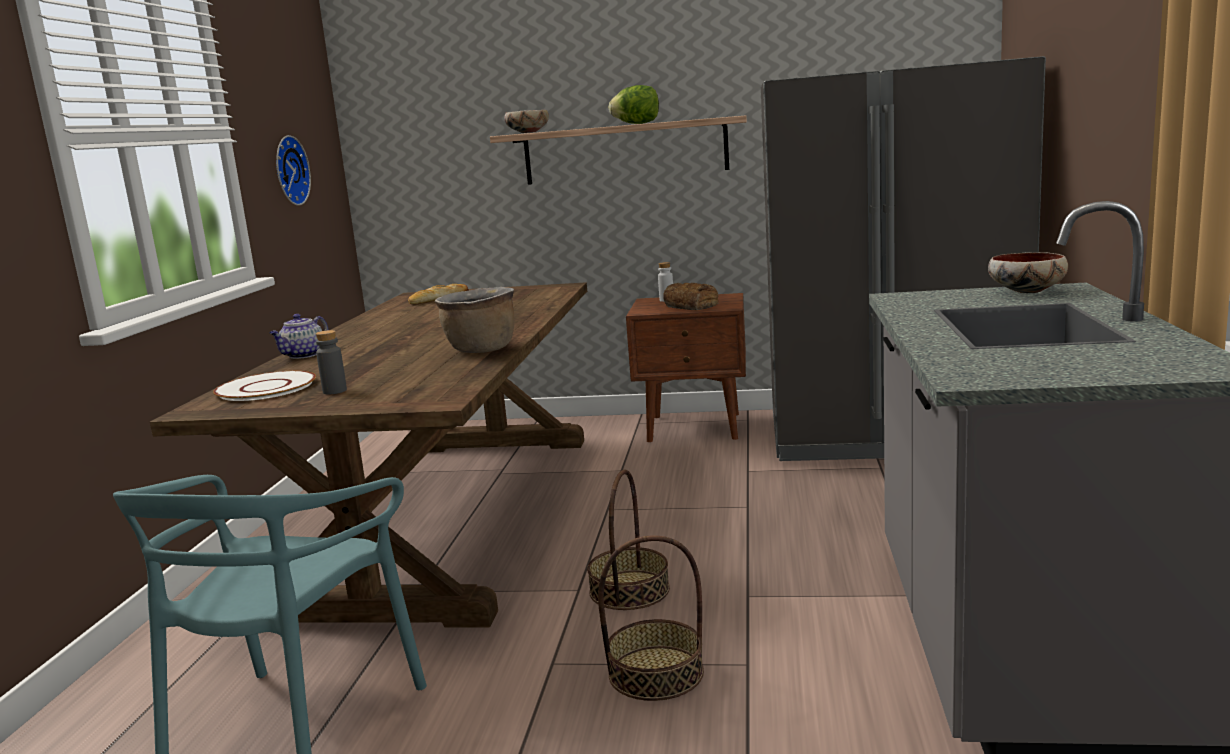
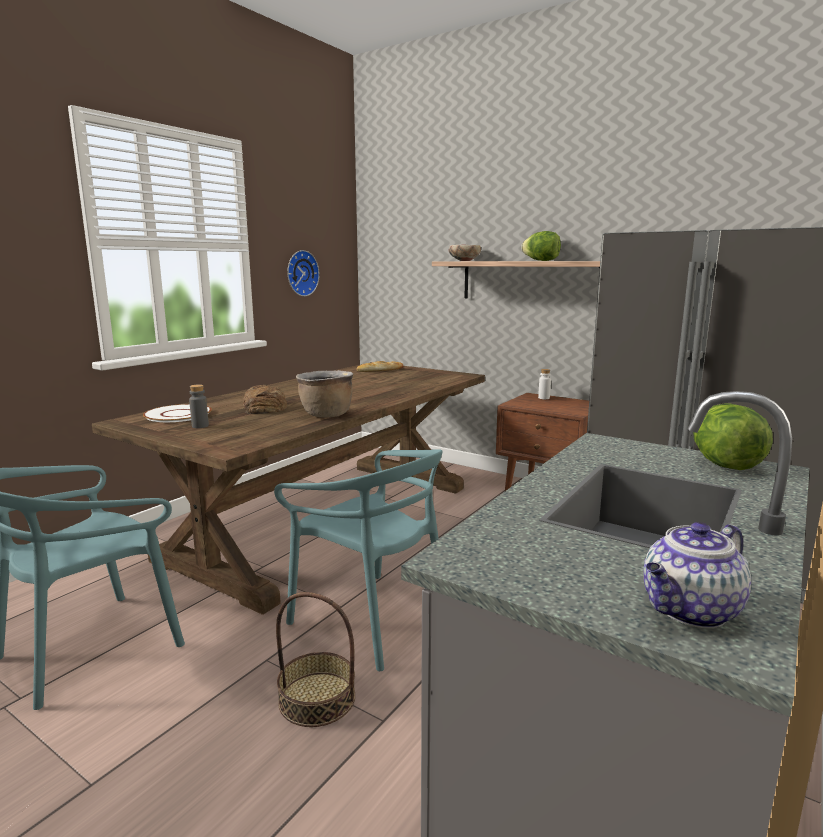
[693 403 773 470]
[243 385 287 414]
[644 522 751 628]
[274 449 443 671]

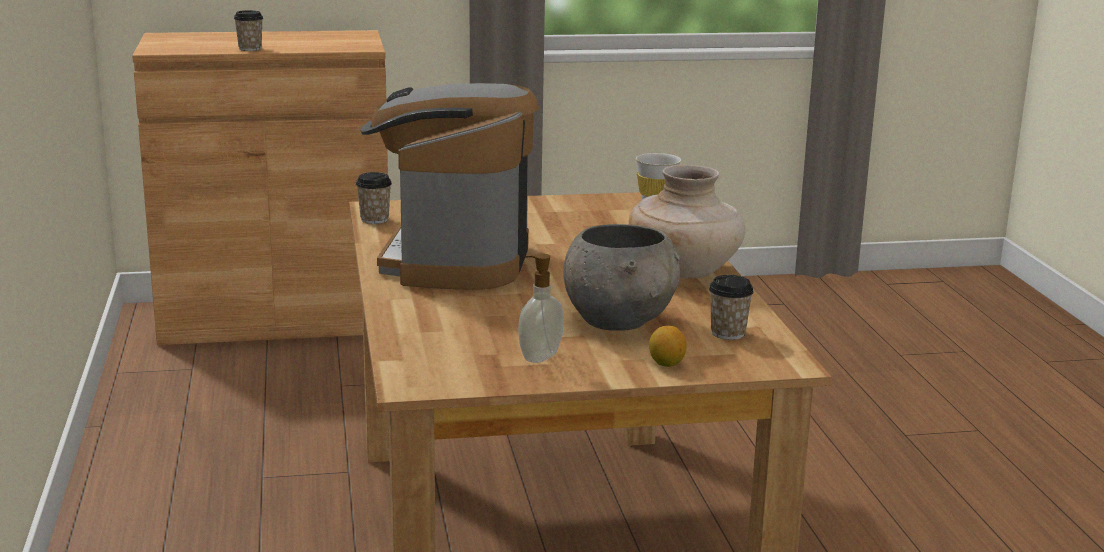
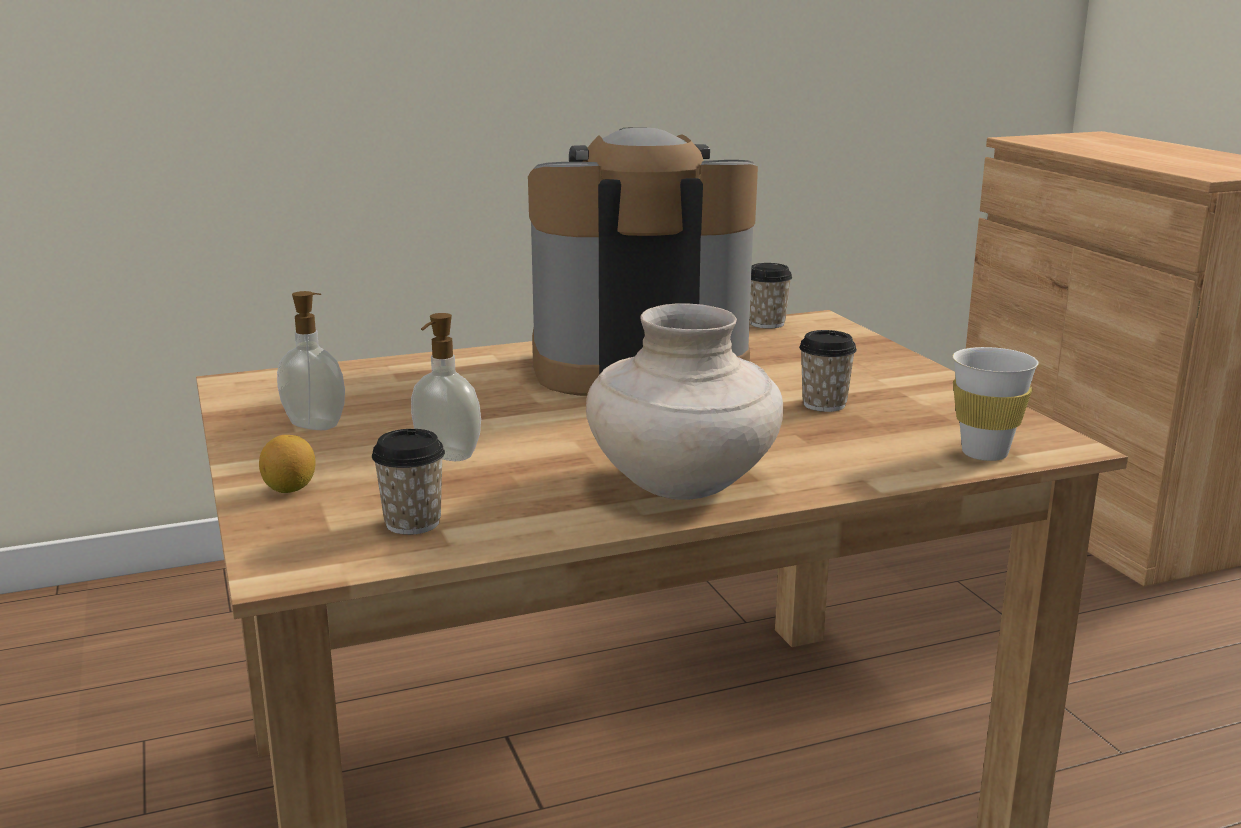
[799 330 857 412]
[411 313 481 461]

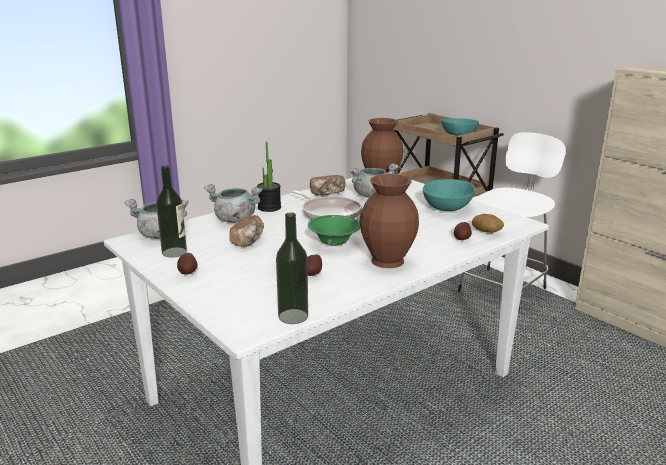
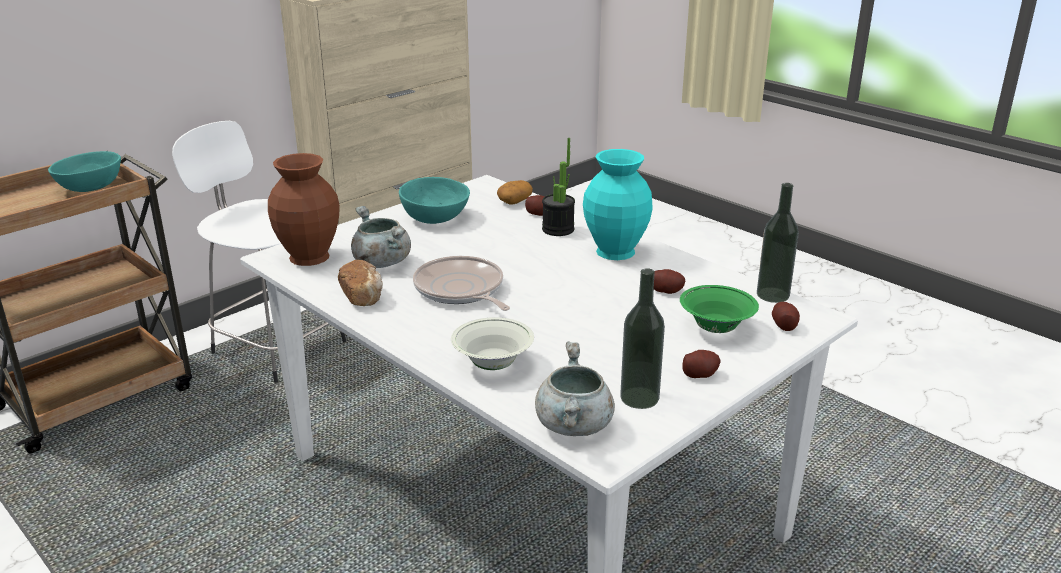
[542 138 575 236]
[583 149 653 260]
[451 317 534 370]
[413 256 510 311]
[229 215 264 247] (first image)
[680 285 759 333]
[772 302 800 331]

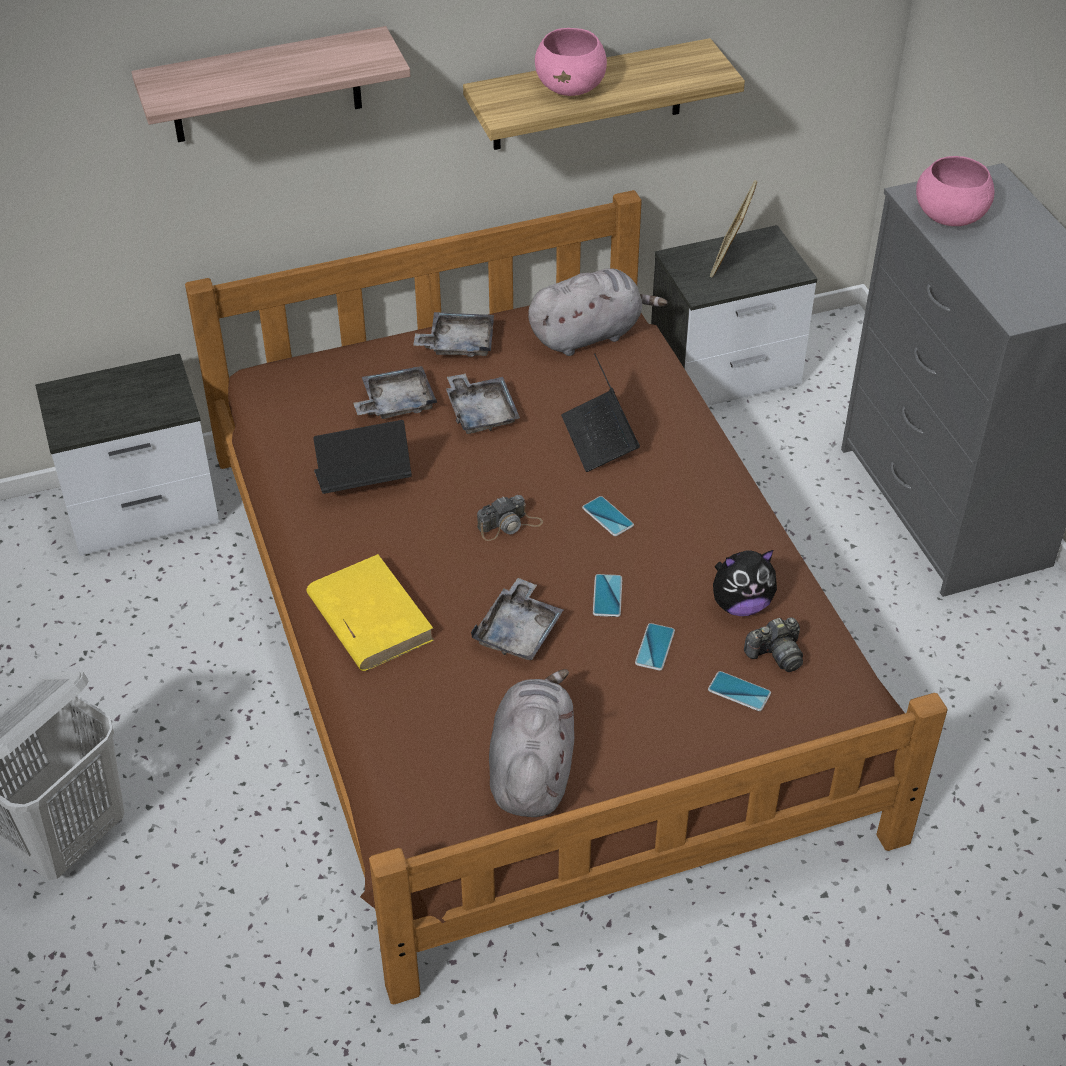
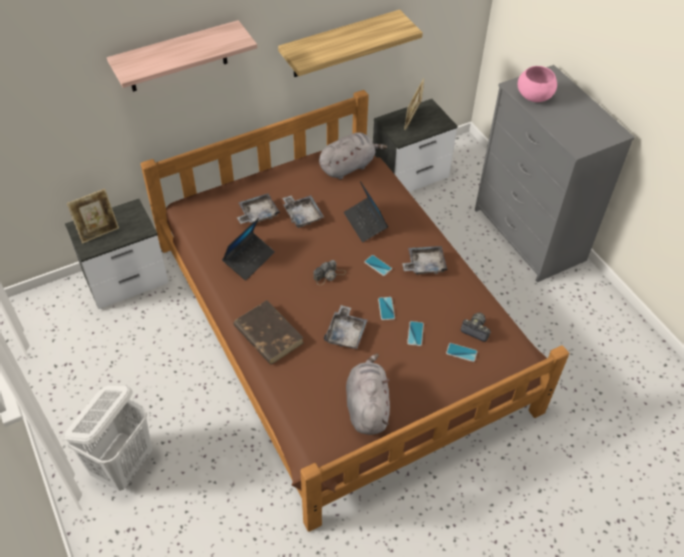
[535 28 607 96] (first image)
[402 246 448 275]
[222 218 275 280]
[713 550 777 616] (first image)
[233 300 304 364]
[461 313 491 342]
[67 189 119 244]

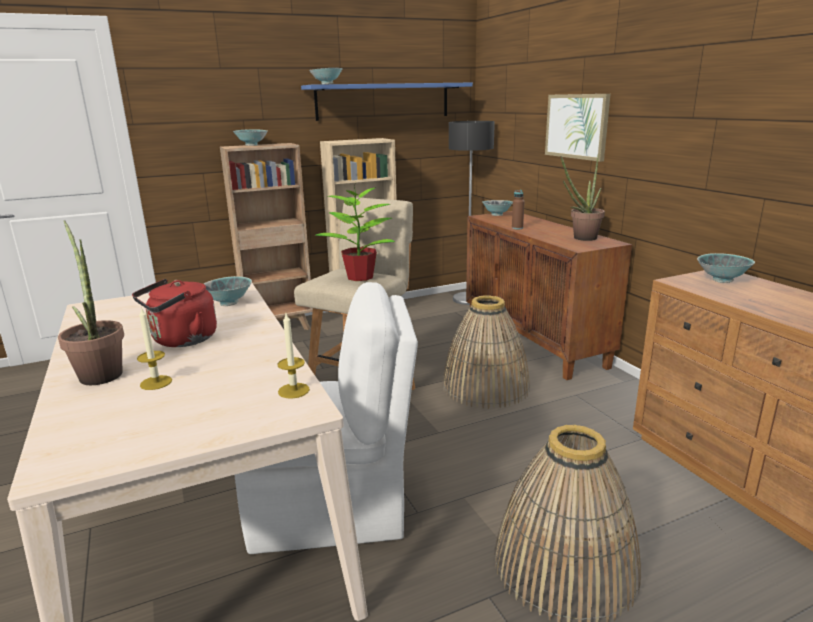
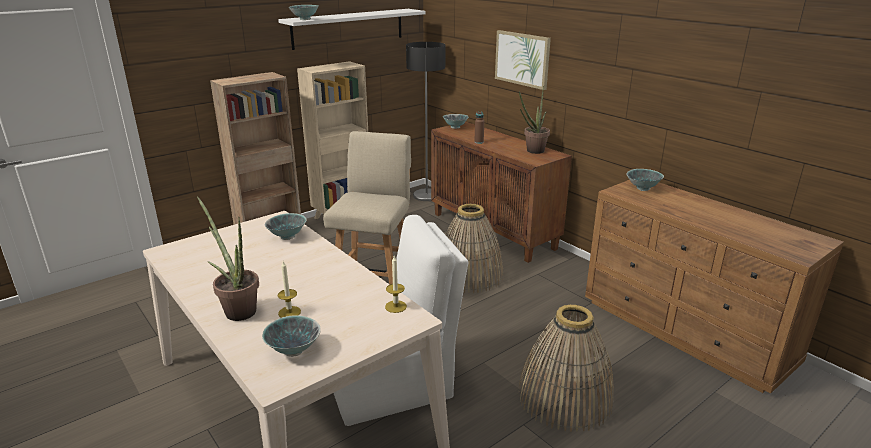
[278 9 425 50]
[262 315 321 357]
[315 182 395 281] (first image)
[132 279 217 347] (first image)

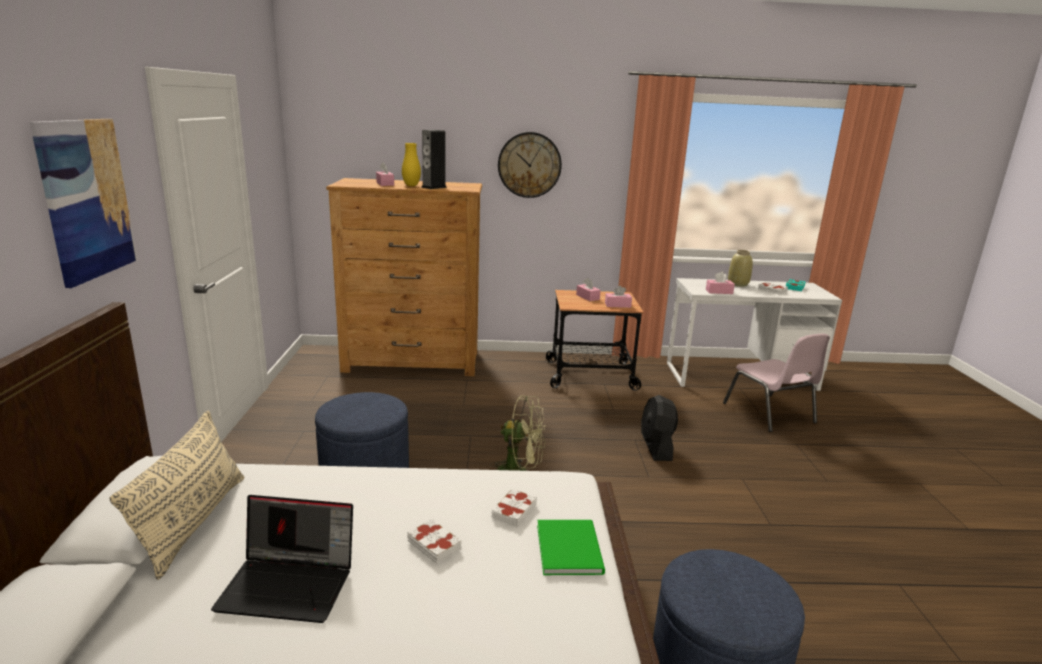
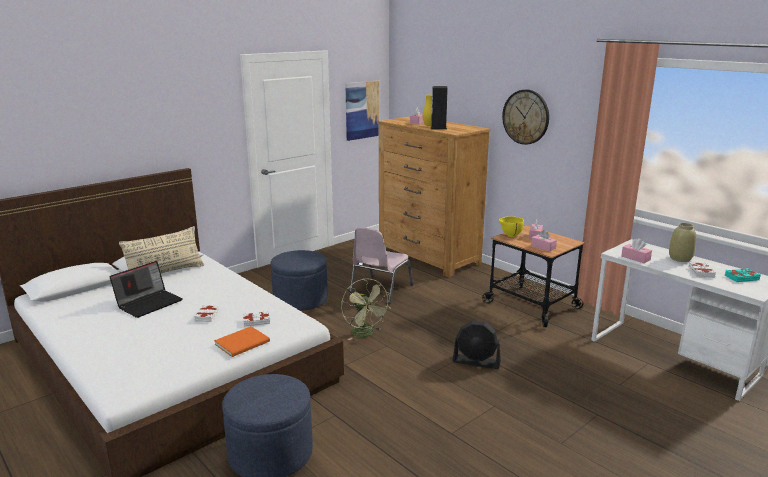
[345 80 379 141]
[350 227 413 303]
[453 320 501 369]
[109 261 183 318]
[214 326 270 357]
[499 216 524 237]

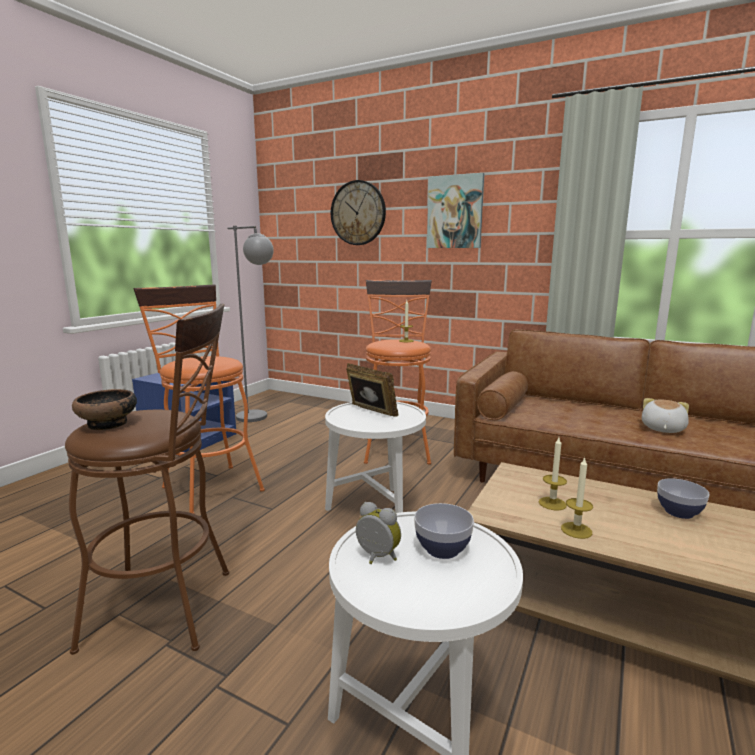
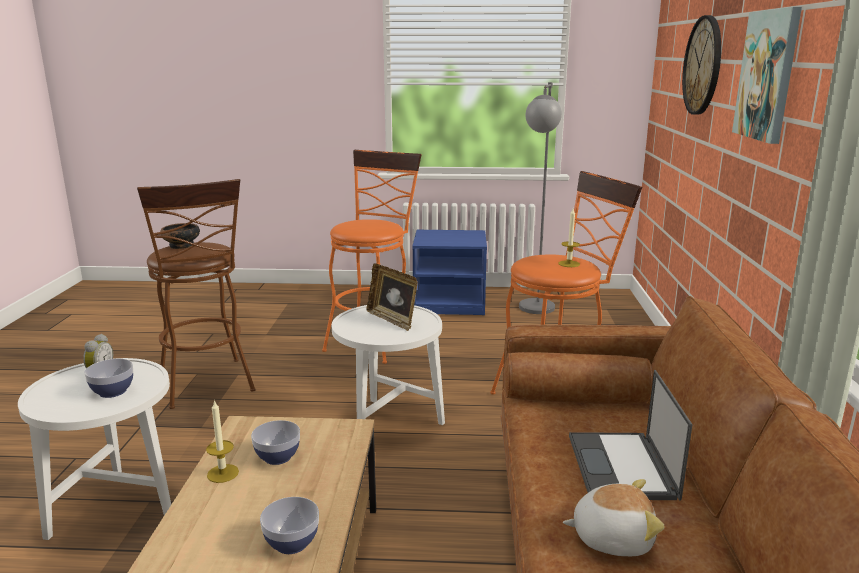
[367 263 418 331]
[251 420 300 465]
[569 370 693 500]

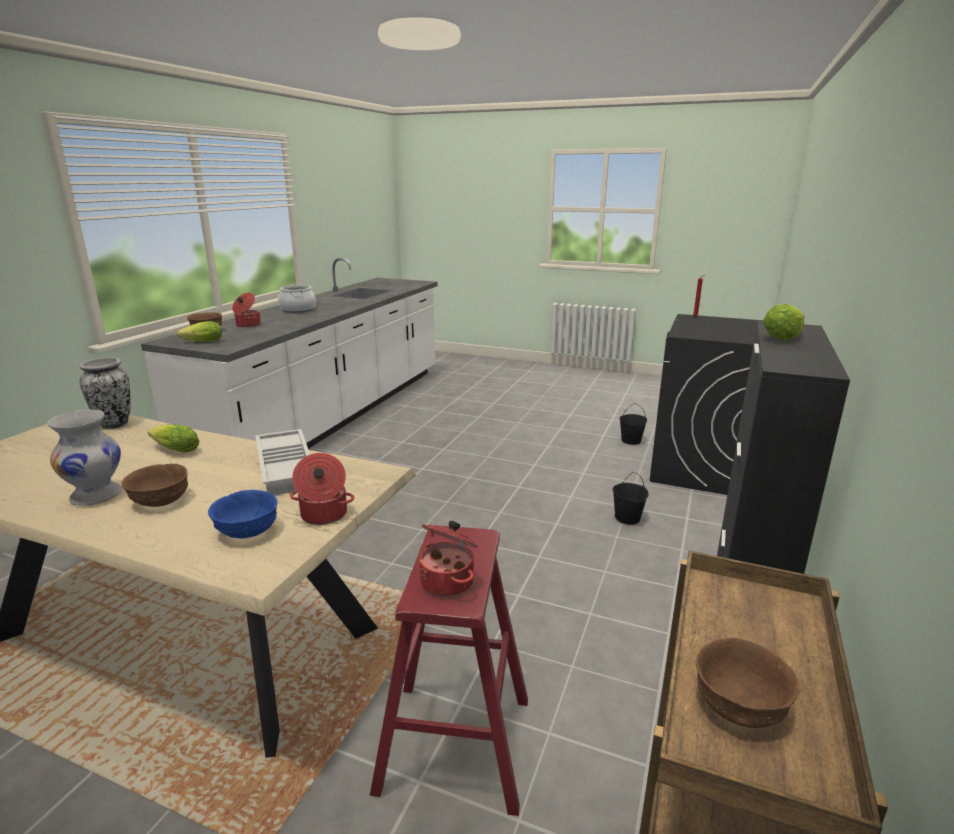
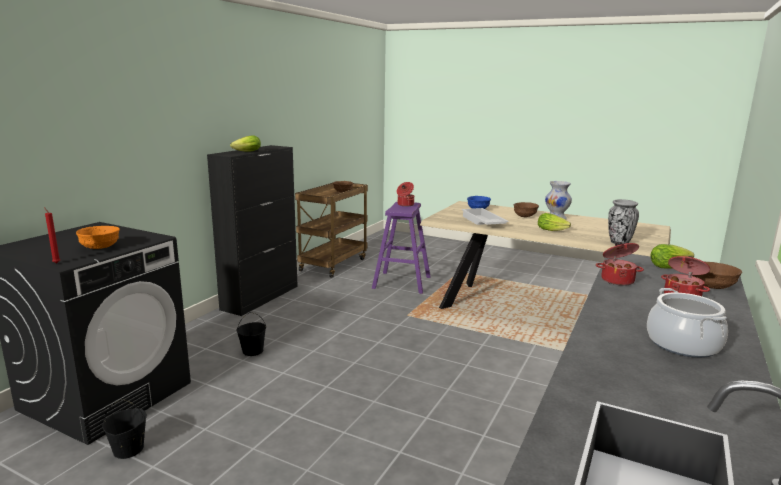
[596 242 644 286]
[372 202 431 294]
[76 226 120 249]

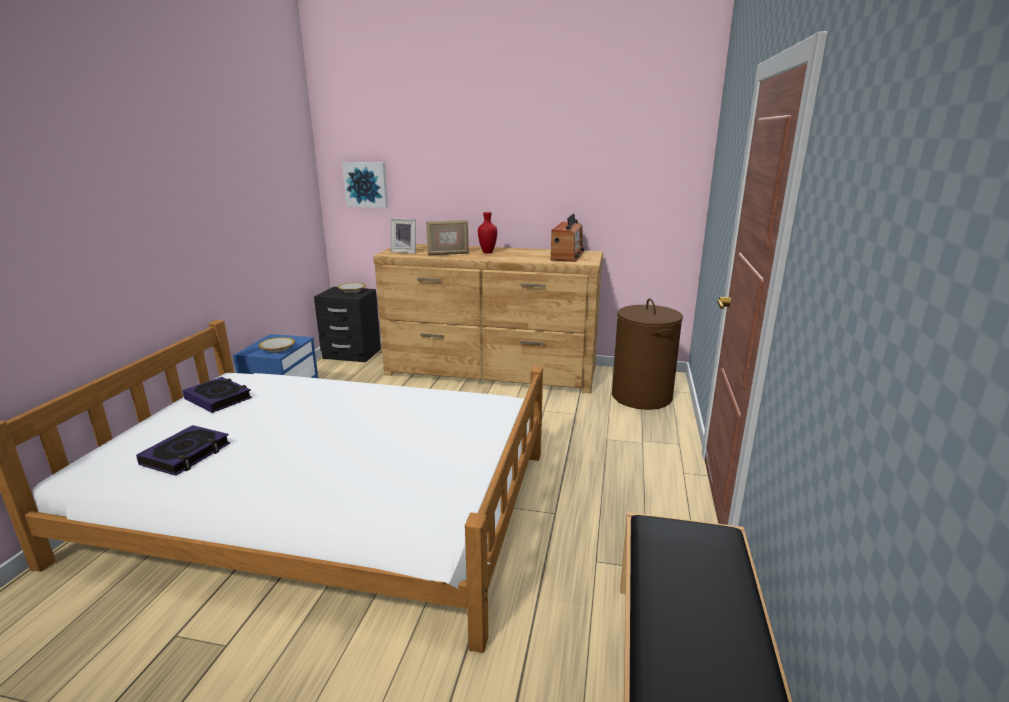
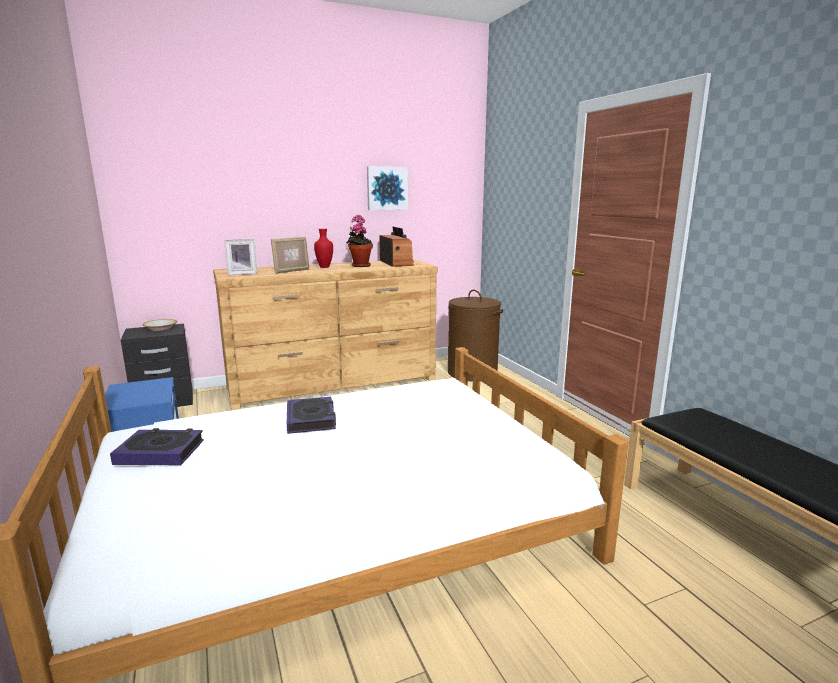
[367 166 408 210]
[259 337 295 353] (first image)
[287 397 336 434]
[346 215 373 267]

